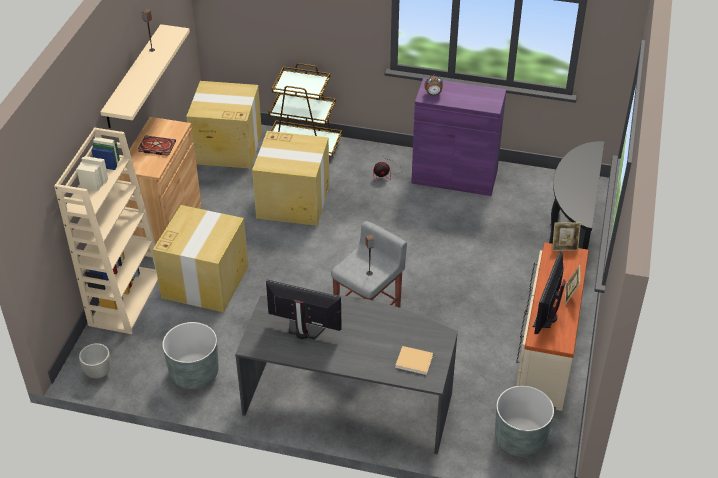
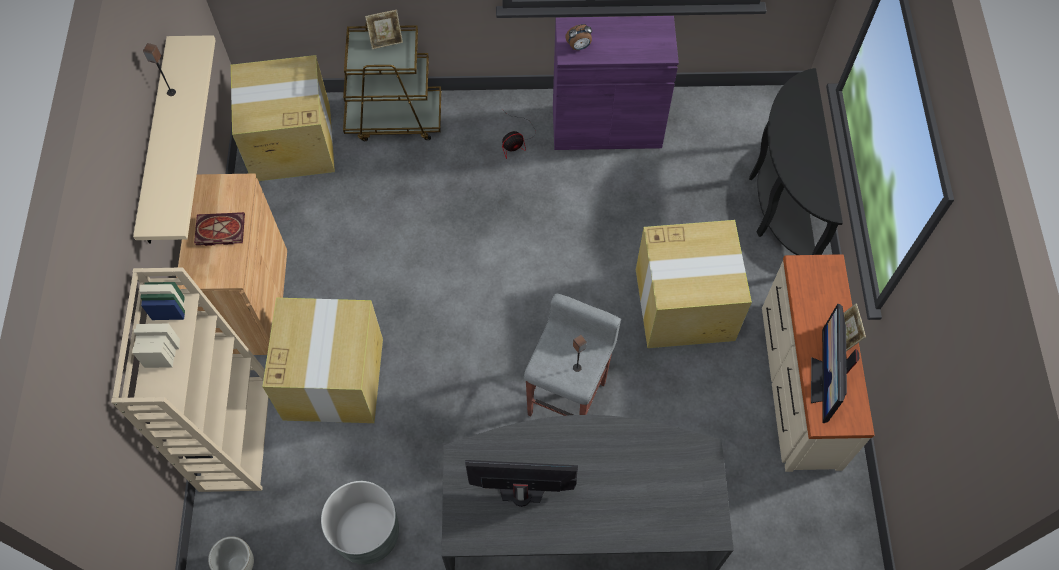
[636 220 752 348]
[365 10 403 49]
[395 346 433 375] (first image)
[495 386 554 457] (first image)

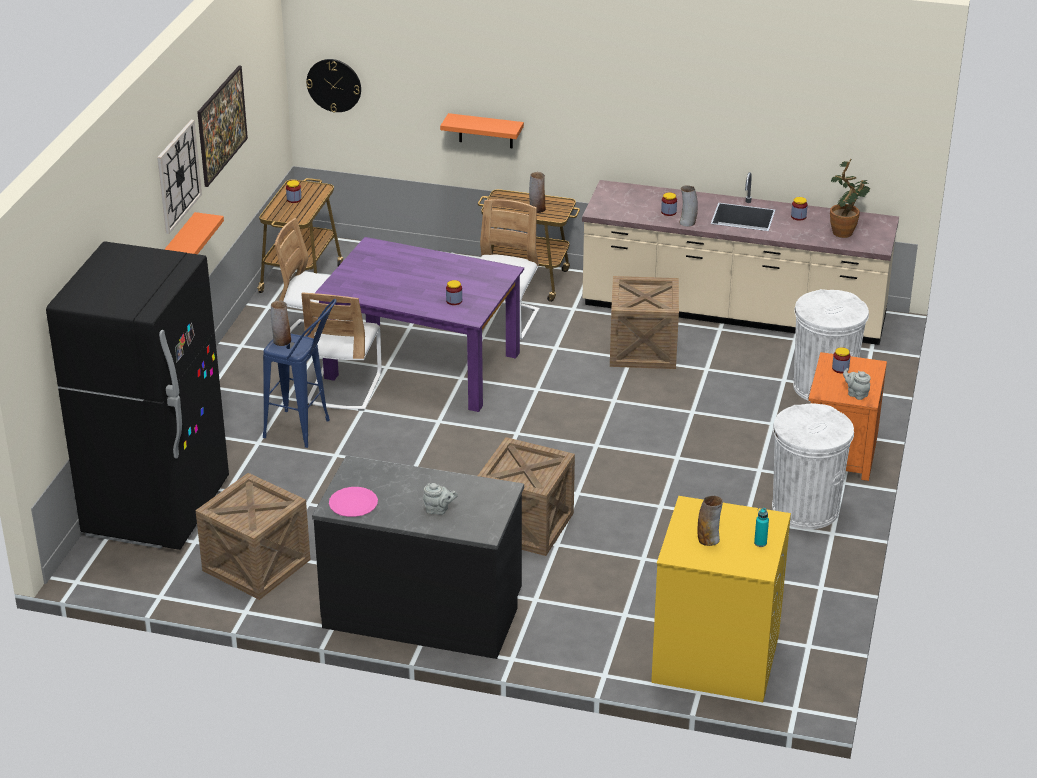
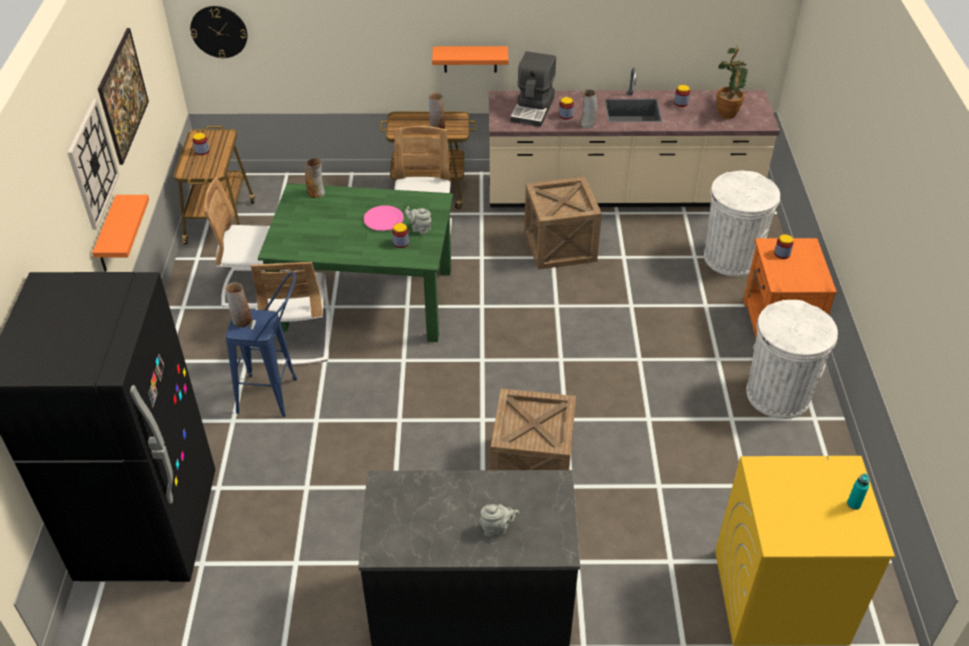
[432 46 508 73]
[258 183 453 342]
[405 207 432 234]
[195 473 310 600] (first image)
[364 205 404 231]
[305 158 325 198]
[510 51 556 127]

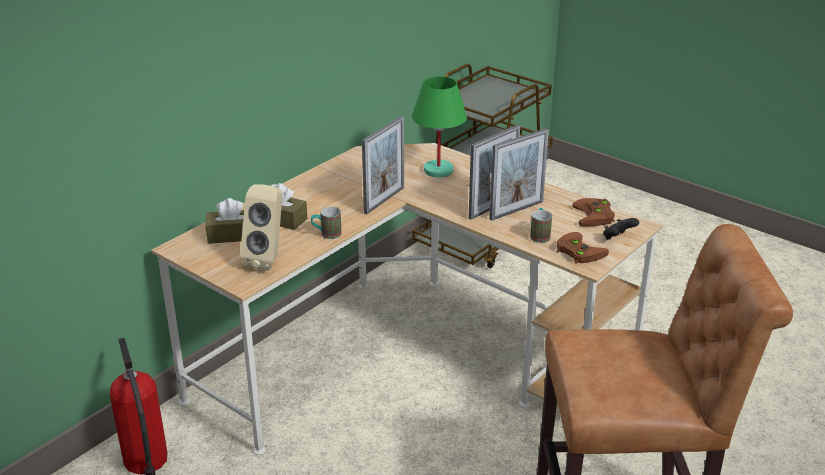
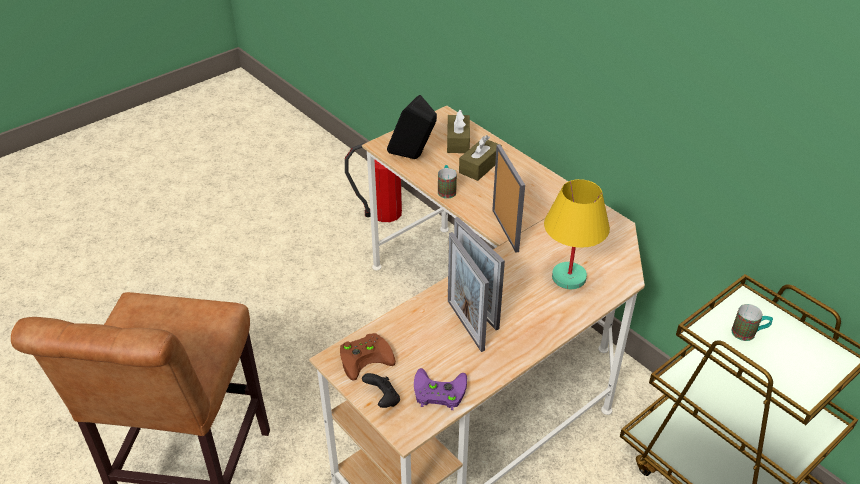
[544 179 610 289]
[492 144 525 253]
[387 95 437 159]
[414 368 467 410]
[731 304 773 341]

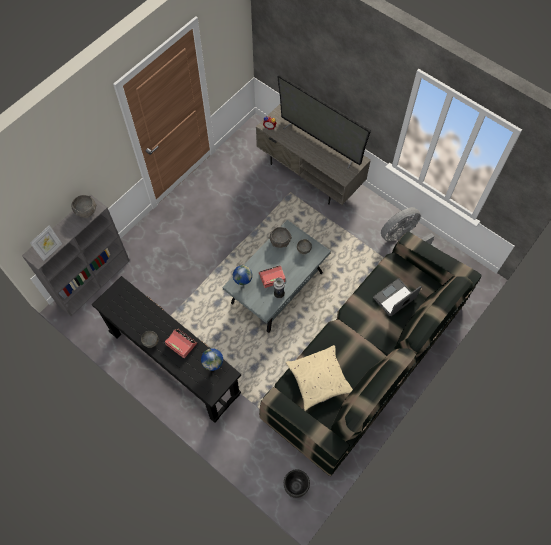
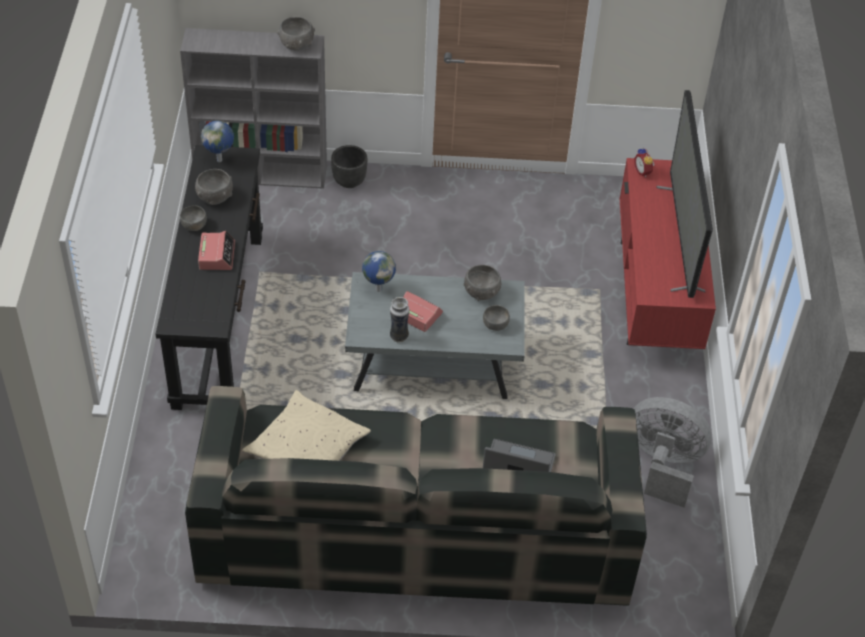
[620 158 716 349]
[30 225 62 261] (first image)
[201 121 234 162]
[331 145 367 188]
[195 169 233 205]

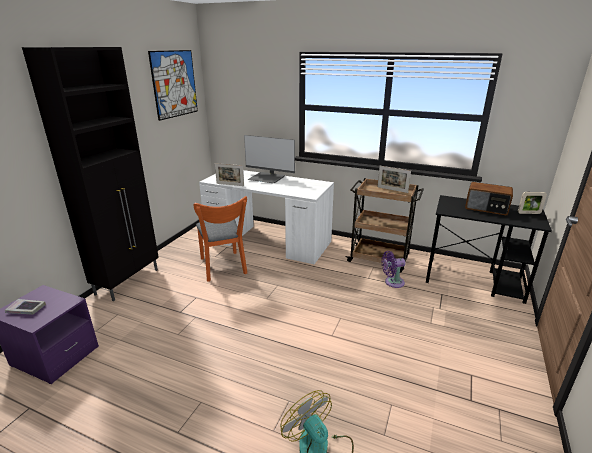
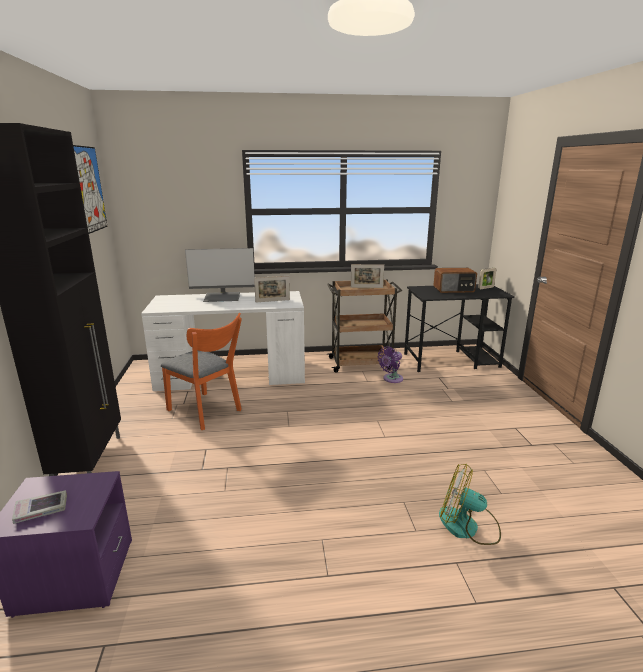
[254 276 290 302]

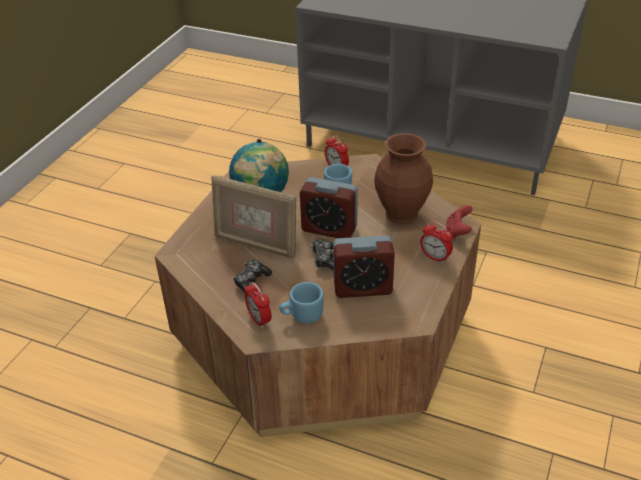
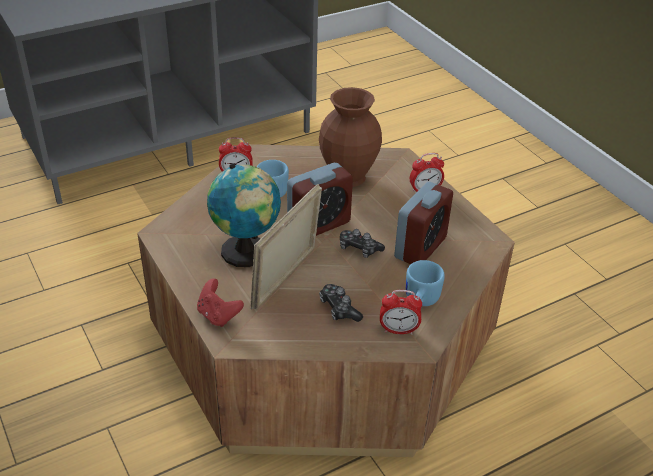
[251 184 322 309]
[197 278 244 327]

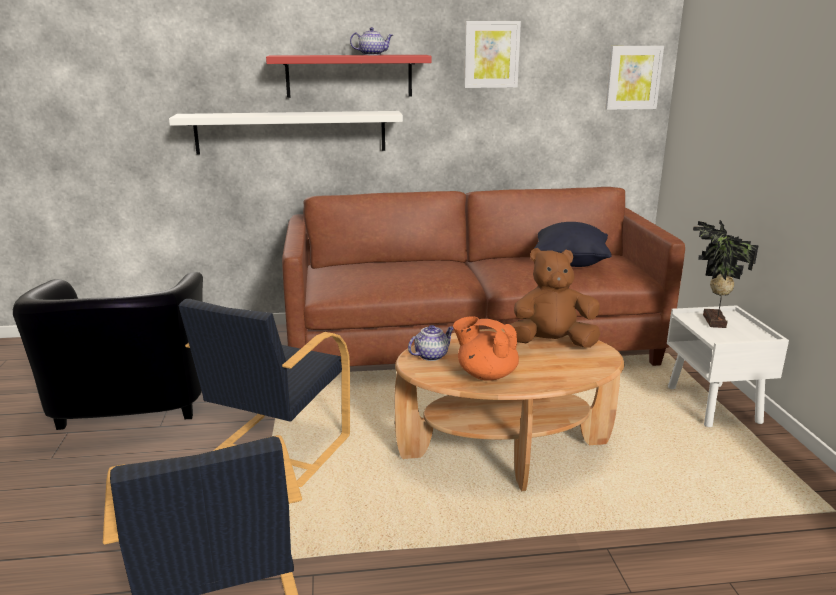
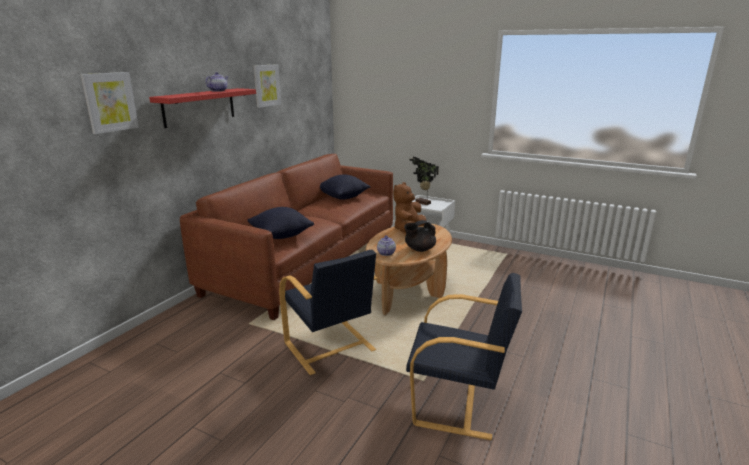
[81 72 139 134]
[169 111 403 155] (first image)
[13 272 203 430] (first image)
[404 220 436 252]
[248 207 314 239]

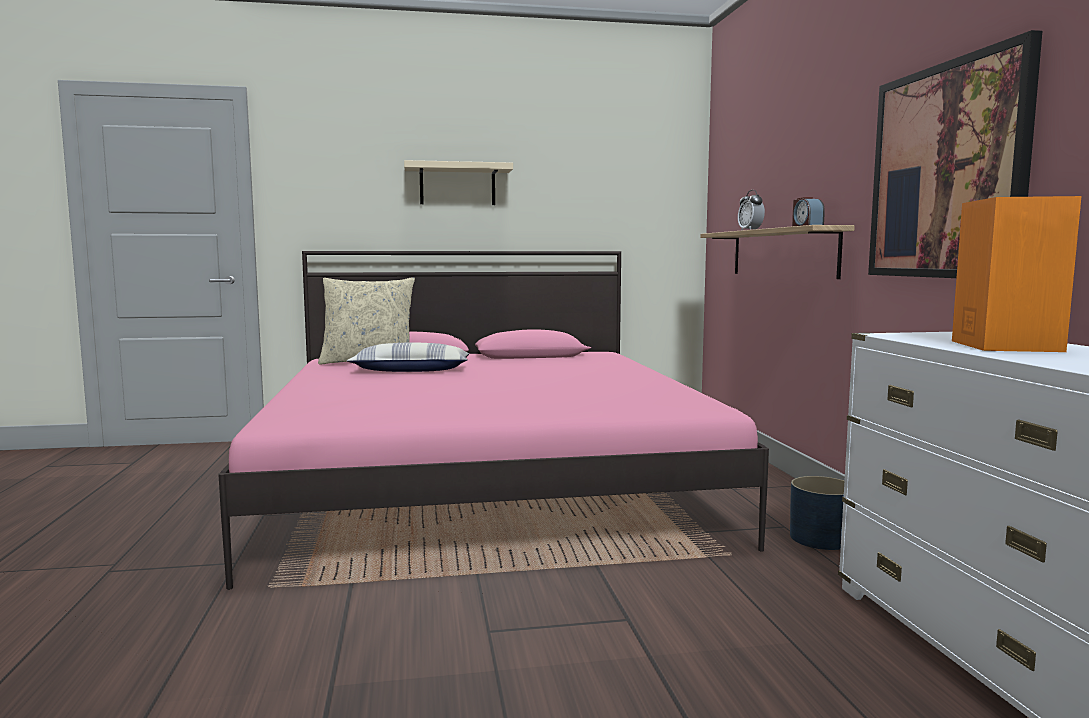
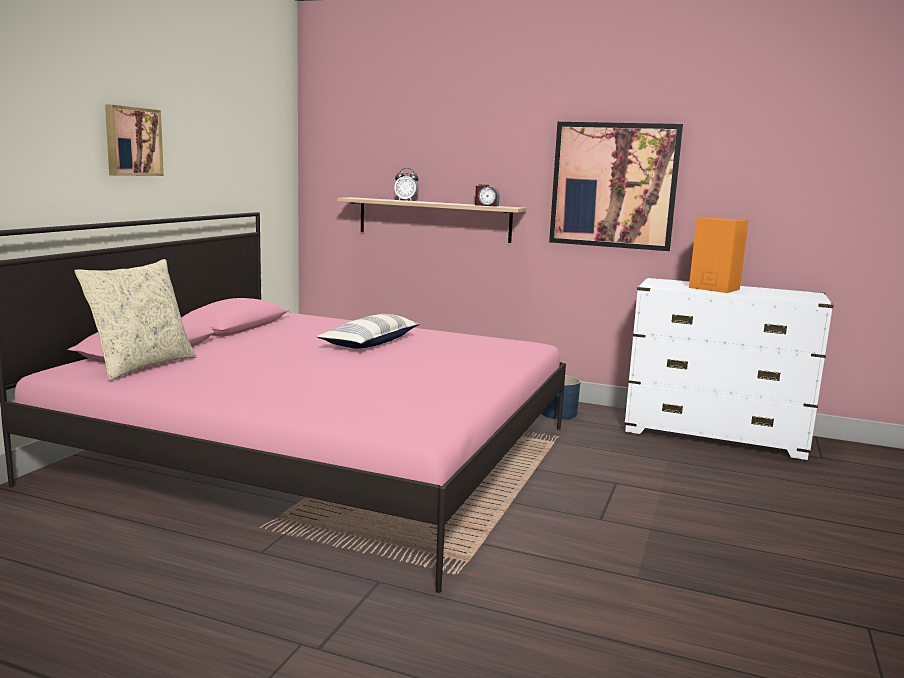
[105 105 164 176]
[317 314 420 349]

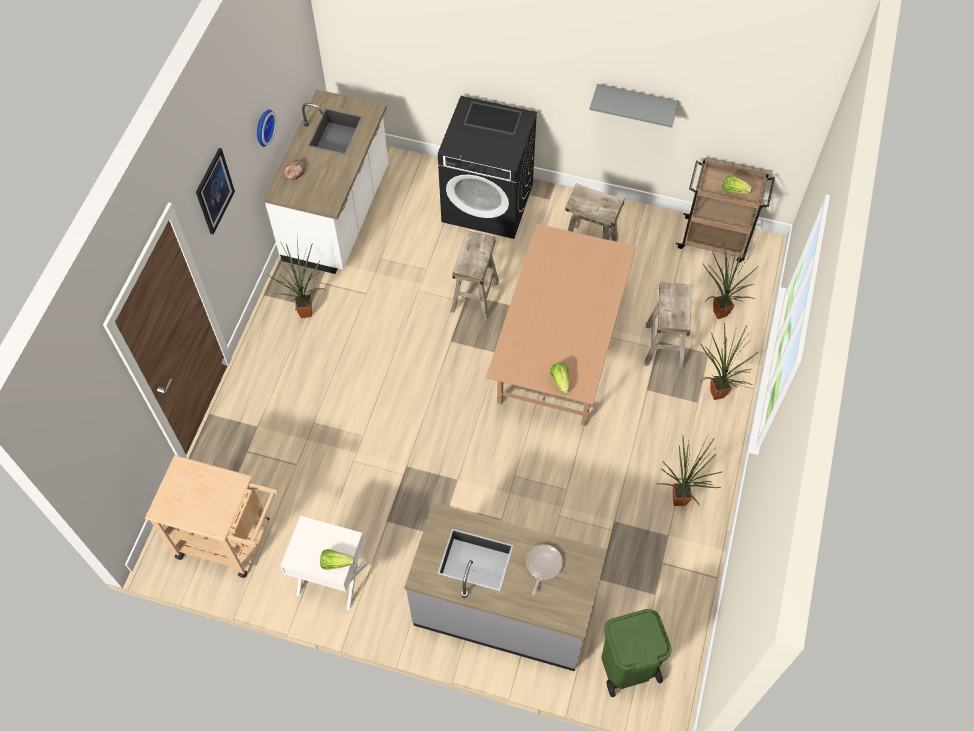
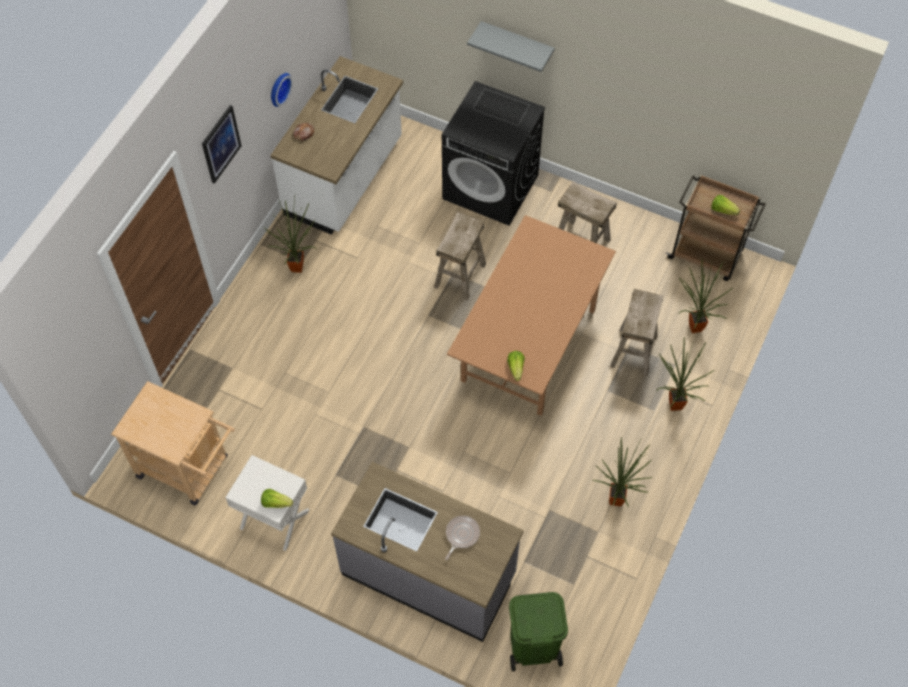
[467 21 555 72]

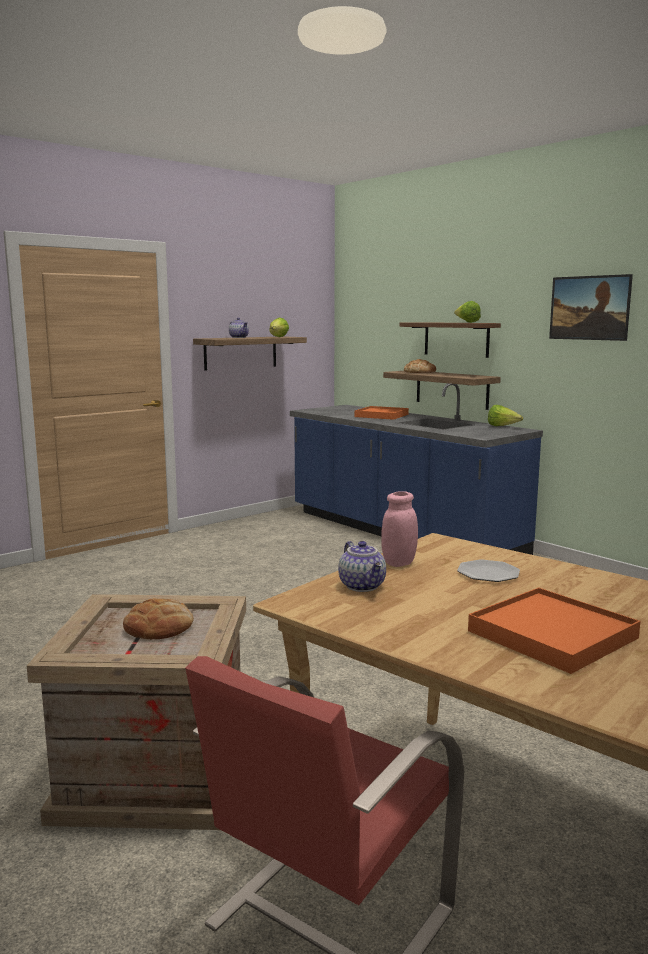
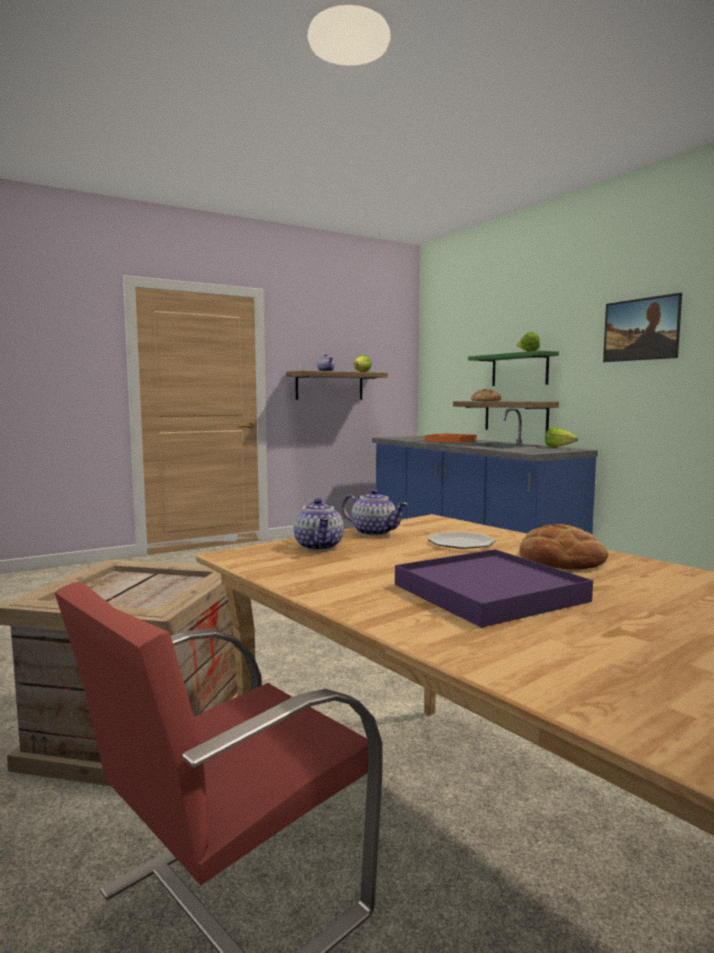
[468 350 559 386]
[342 489 408 536]
[395 549 593 628]
[519 524 608 569]

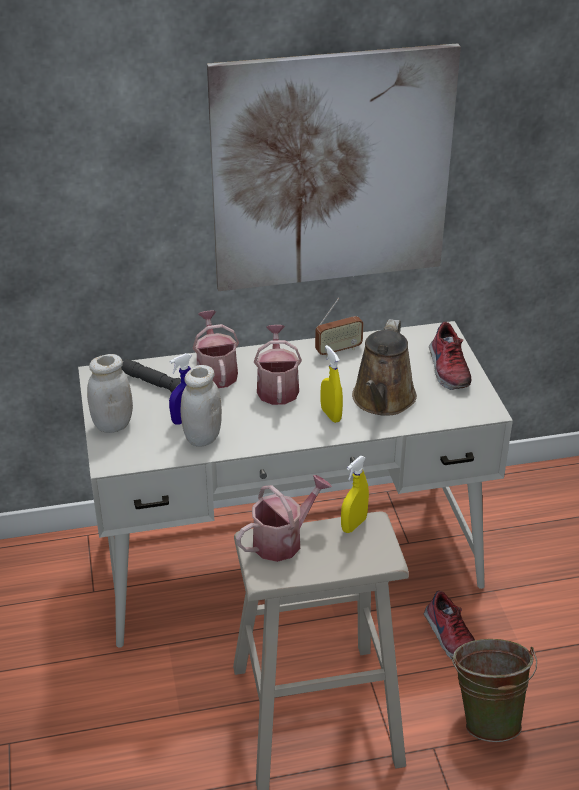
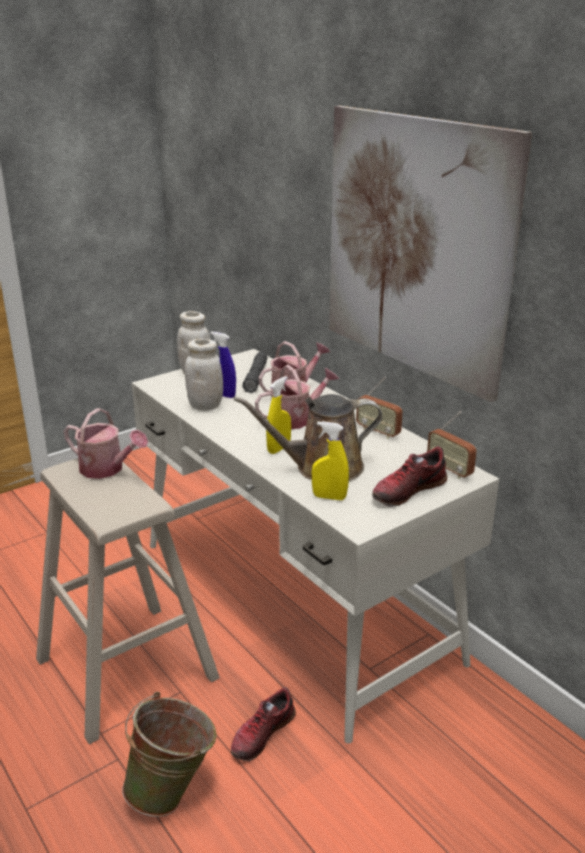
[312 421 349 500]
[427 411 477 479]

